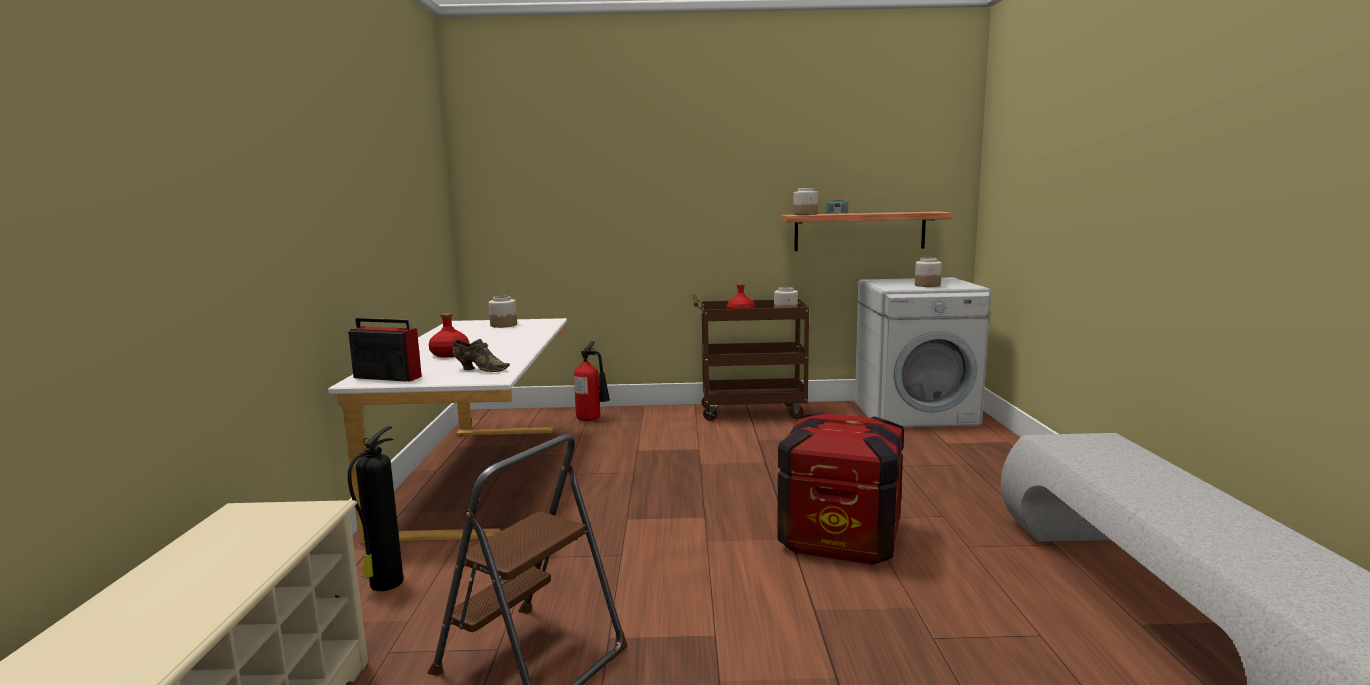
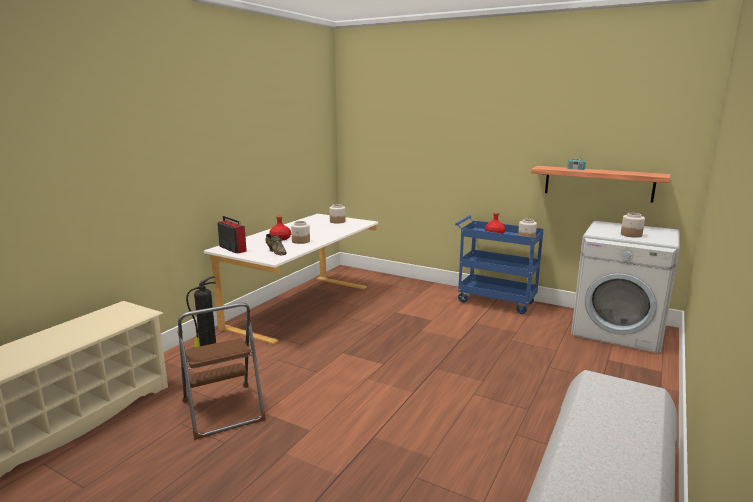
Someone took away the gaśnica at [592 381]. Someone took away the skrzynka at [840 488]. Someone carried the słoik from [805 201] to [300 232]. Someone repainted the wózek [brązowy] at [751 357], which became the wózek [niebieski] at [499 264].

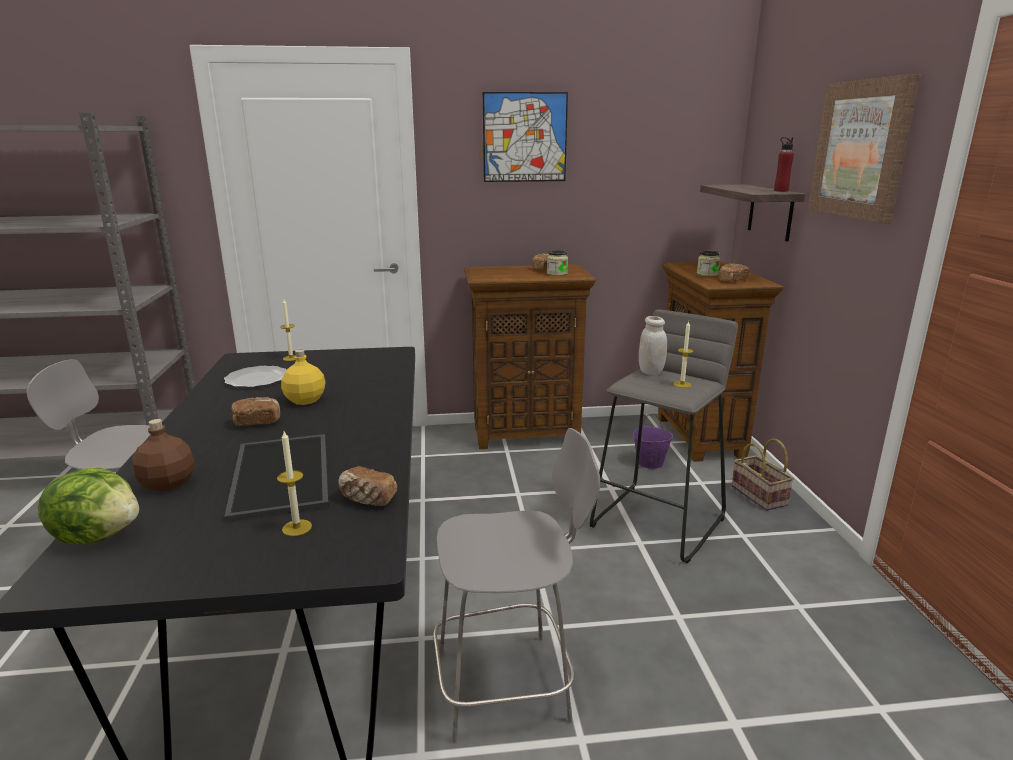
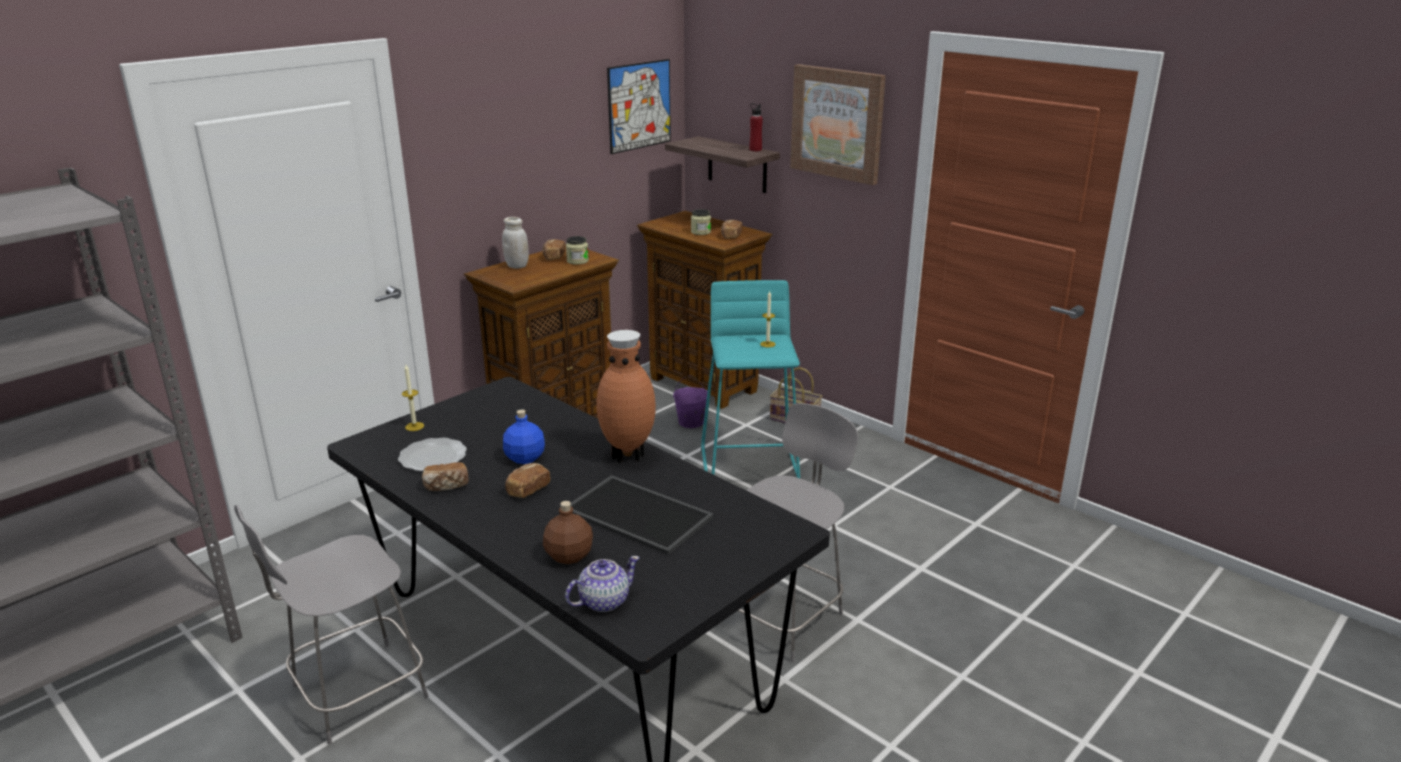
Someone took away the świeca at [294 483]. Someone put down the wazon [brązowy] at [626 396]. Someone carried the chleb from [367 486] to [445 476]. Someone carried the obraz from [525 137] to [639 106]. Someone carried the słoik [biały] from [653 345] to [515 242]. Someone swapped the sałata at [88 506] for the imbryk at [602 584]. Someone repainted the butelka [żółty] at [303 377], which became the butelka [niebieski] at [524 436]. Someone repainted the stołek [szary] at [664 436], which became the stołek [turkusowy] at [750 379].

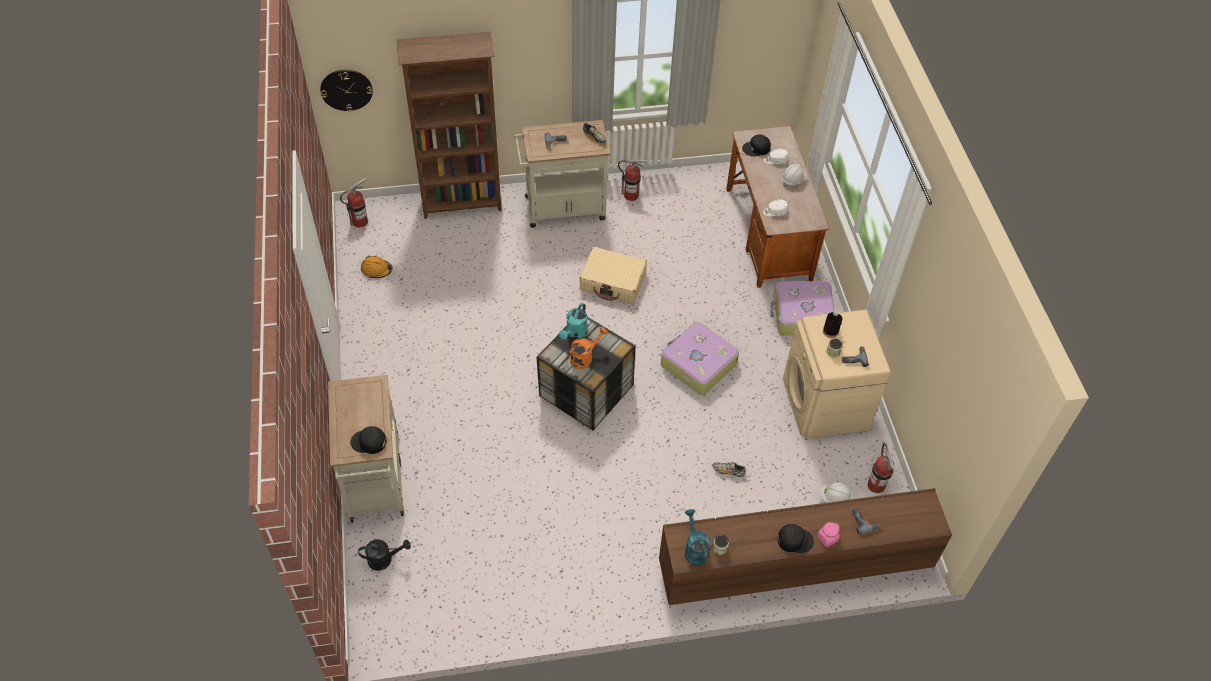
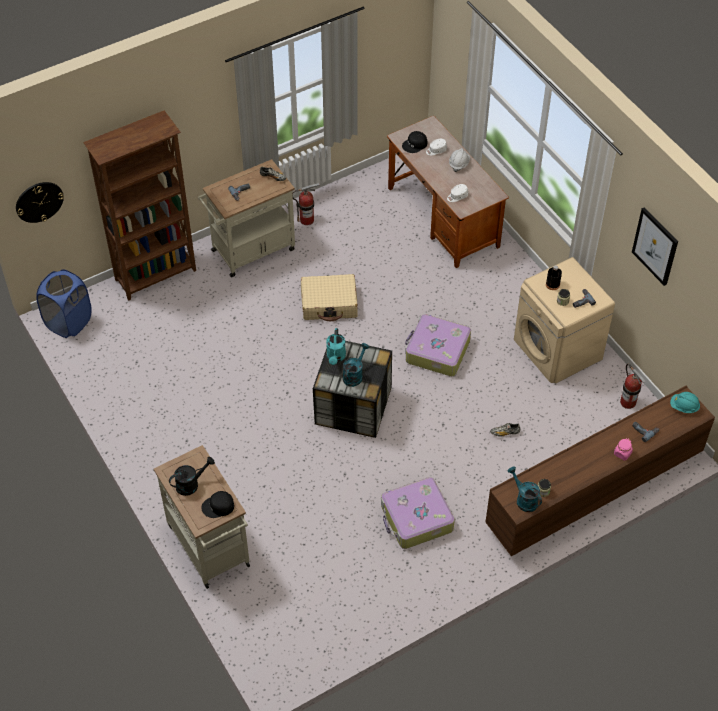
Someone took away the kask [pomarańczowy] at [377 267]. Someone took away the czapka z daszkiem [czarny] at [796 538]. Someone took away the kask [biały] at [836 492]. Someone put up the obraz at [655 246]. Someone put down the kask [turkusowy] at [685 402]. Someone carried the konewka [czarny] from [384 555] to [192 476]. Someone carried the walizka from [802 308] to [418 513]. Someone swapped the gaśnica at [354 202] for the kosz na pranie [niebieski] at [64 303]. Someone repainted the konewka [pomarańczowy] at [587 348], which became the konewka [turkusowy] at [356 365].

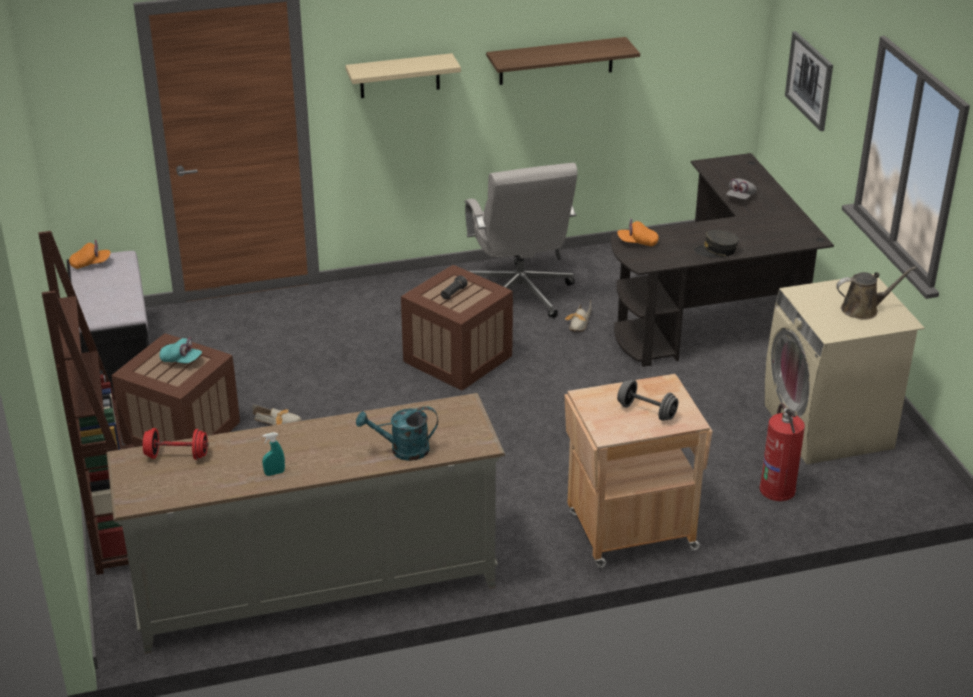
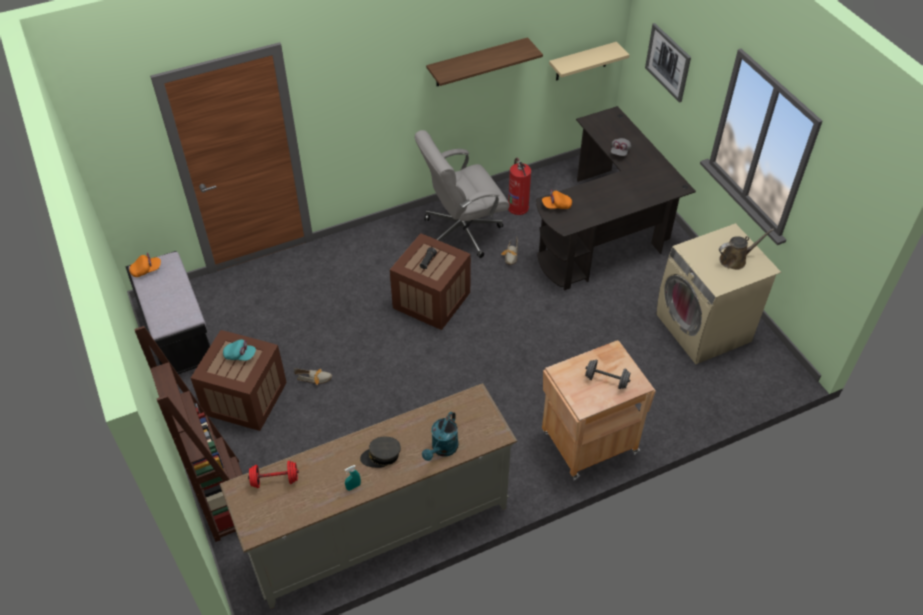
Someone carried the półka [beżowy] from [403 75] to [589 61]. Someone carried the czapka z daszkiem [szary] from [716 244] to [380 452]. Someone carried the gaśnica from [782 452] to [519 186]. Someone rotated the konewka [turkusowy] at [397 433] by 45 degrees counterclockwise. Someone rotated the krzesło biurowe [szary] at [521 240] by 90 degrees clockwise.

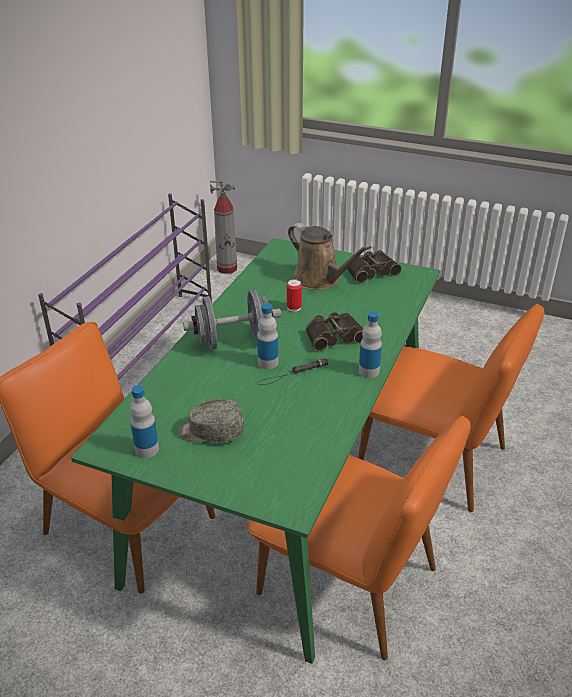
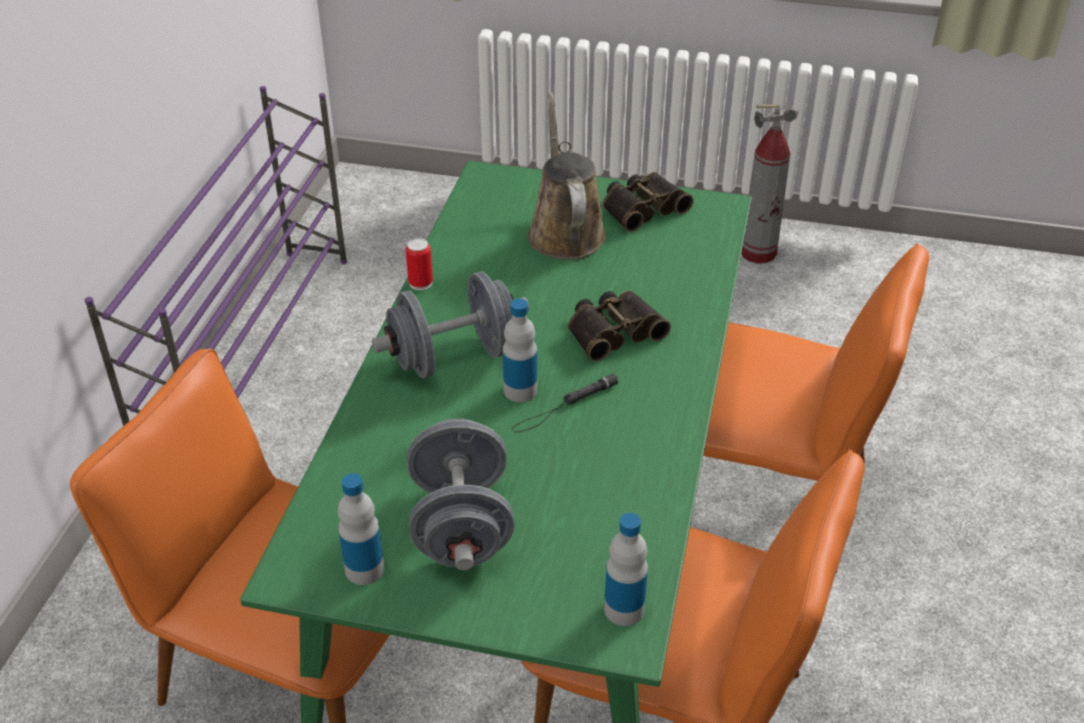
Someone carried the gaśnica from [223 227] to [770 184]. Someone carried the puszka from [294 295] to [419 264]. Someone carried the butelka from [370 344] to [626 569]. Someone swapped the czapka z daszkiem [szary] at [211 420] for the hantel [szary] at [460 494]. Someone rotated the konewka [brązowy] at [329 256] by 135 degrees counterclockwise.

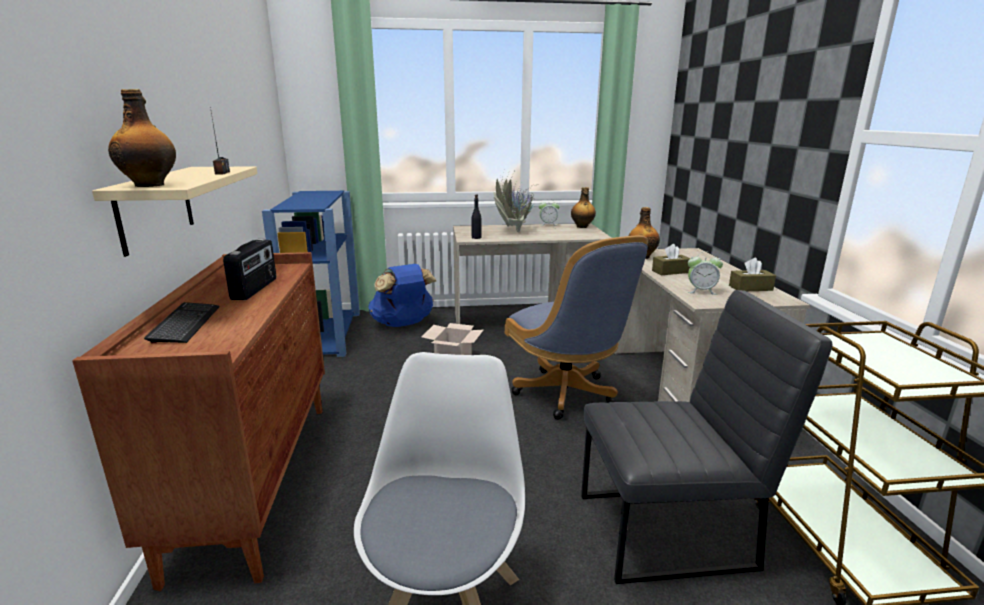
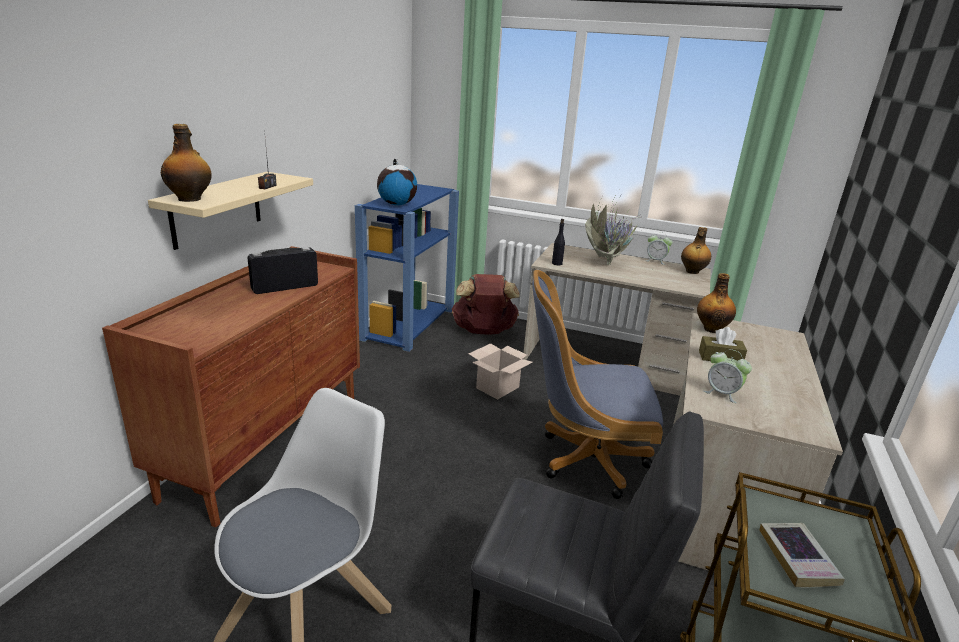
Someone took away the klawiatura at [182 322]. Someone took away the pudełko chusteczek [brązowy] at [752 274]. Someone put down the globus at [397 182]. Someone put down the książka at [802 555]. Someone repainted the plecak [niebieski] at [402 295], which became the plecak [brązowy] at [486 304]. Someone rotated the radio at [249 269] by 150 degrees counterclockwise. Someone rotated the krzesło biurowe [niebieski] at [576 328] by 90 degrees clockwise.

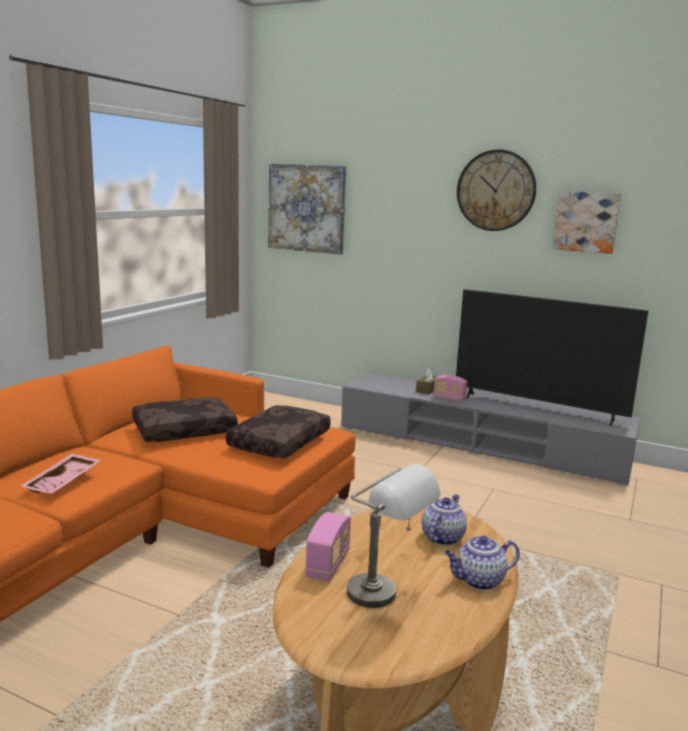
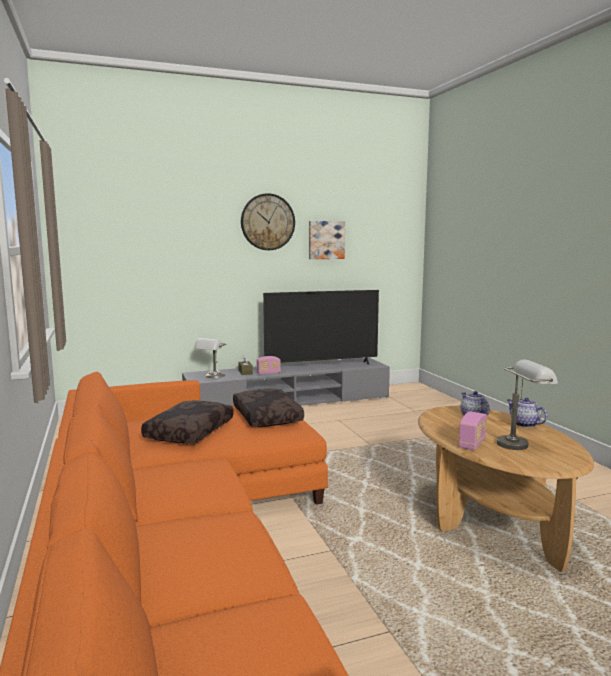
Someone took away the taca [różowy] at [60 474]. Someone took away the obraz at [307 209]. Someone put down the lampa stołowa [biały] at [210 358]. Someone rotated the radio at [328 546] by 60 degrees clockwise. Someone rotated the imbryk at [482 563] by 120 degrees clockwise.

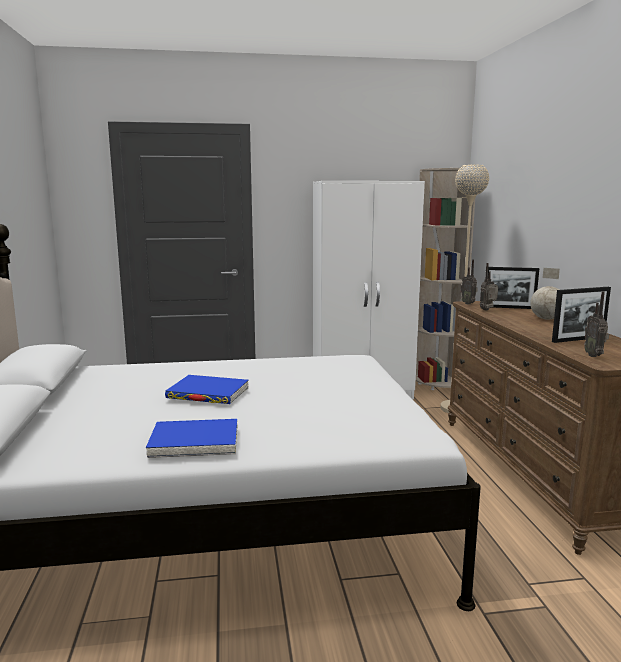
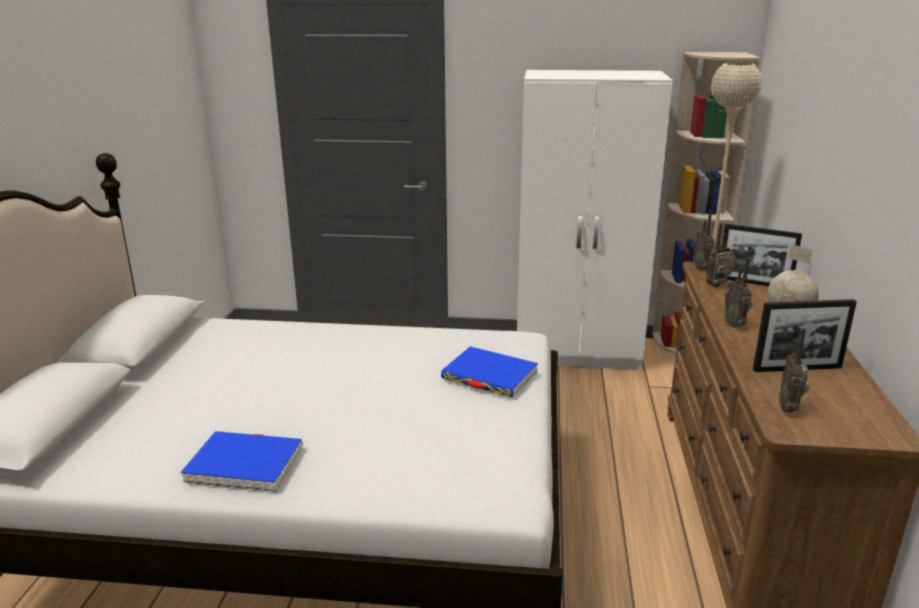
Someone put down the radio at [738 292]. Someone carried the książka [niebieski] from [207 389] to [489 371].

